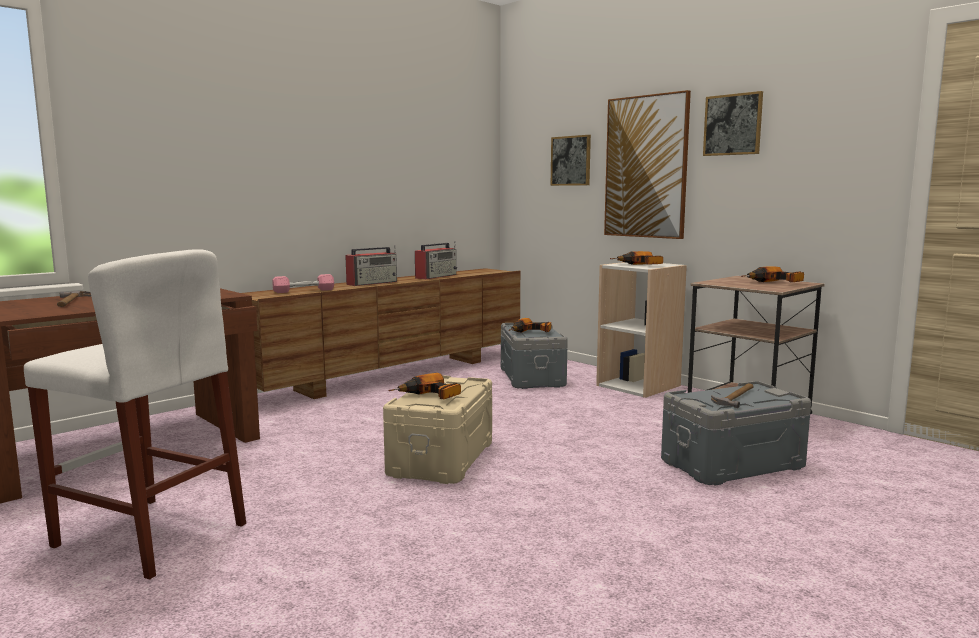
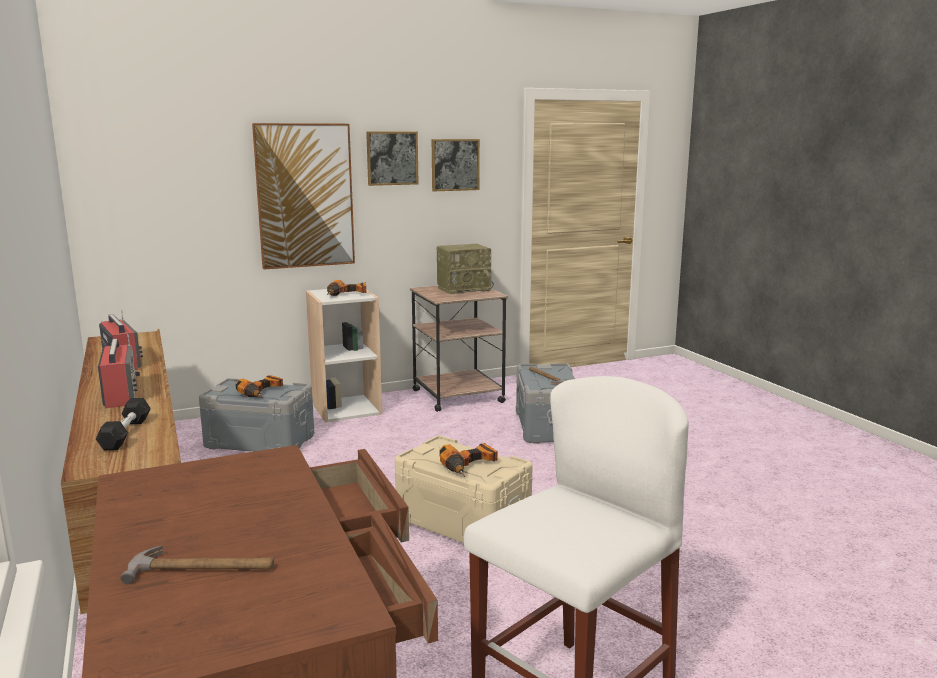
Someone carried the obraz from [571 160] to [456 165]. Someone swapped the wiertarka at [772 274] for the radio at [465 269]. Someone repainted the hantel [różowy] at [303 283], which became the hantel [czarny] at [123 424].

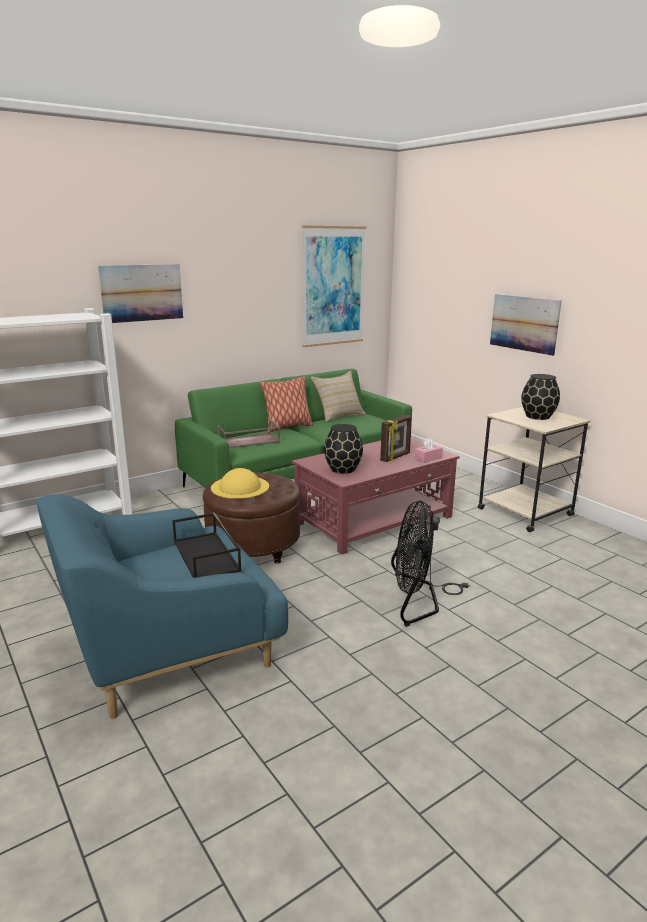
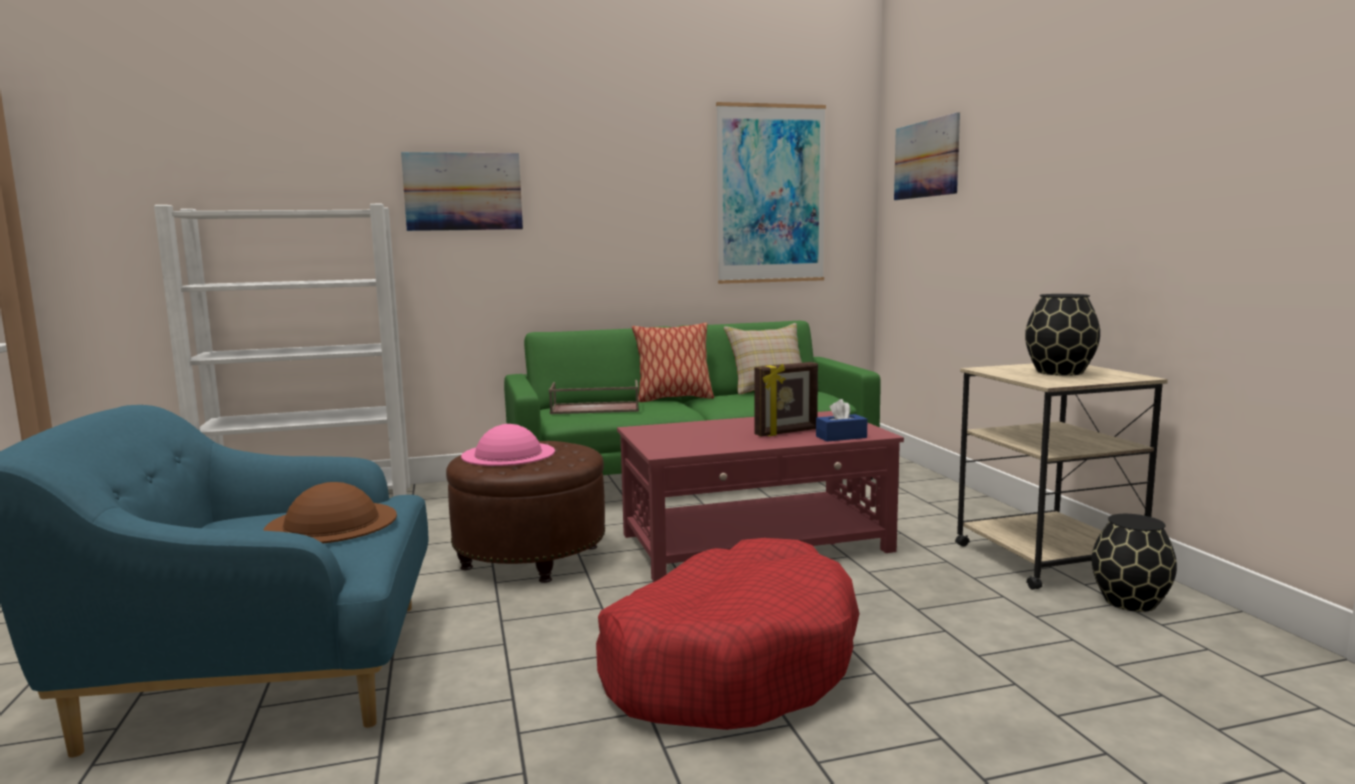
Someone carried the wazon [czarny] from [343 449] to [1134 563]. Someone carried the obraz from [526 325] to [927 156]. Someone swapped the taca [czarny] at [206 545] for the kapelusz [brązowy] at [330 512]. Someone swapped the wentylator [czarny] at [430 563] for the legowisko [czerwony] at [728 634]. Someone repainted the kapelusz [żółty] at [240 483], which became the kapelusz [różowy] at [508 445]. Someone repainted the pudełko chusteczek [różowy] at [428 450], which became the pudełko chusteczek [niebieski] at [841 420].

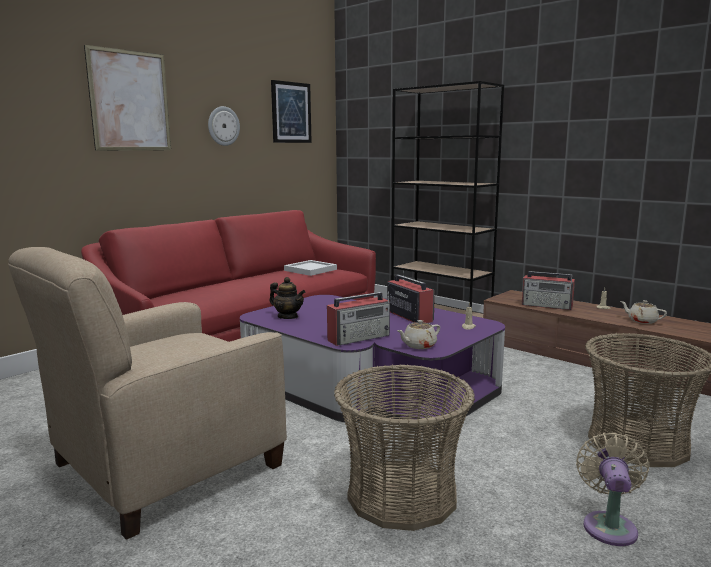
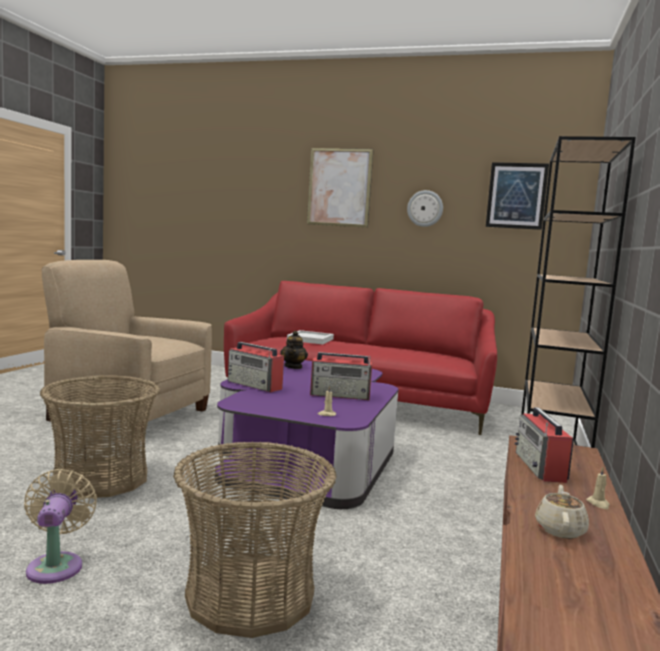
Someone took away the imbryk [beżowy] at [418 334]. Someone carried the taca [biały] from [310 268] to [310 337]. Someone rotated the radio at [411 297] by 60 degrees clockwise. Someone rotated the wentylator [beżowy] at [613 489] by 90 degrees counterclockwise.

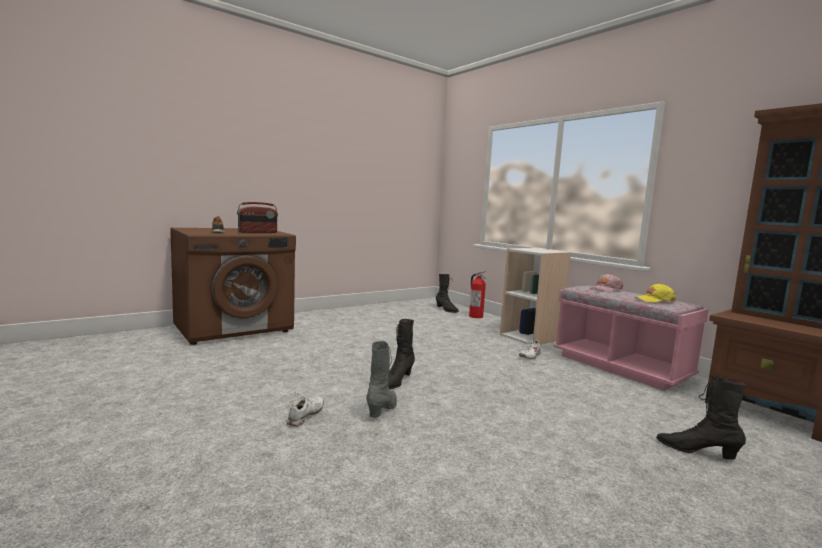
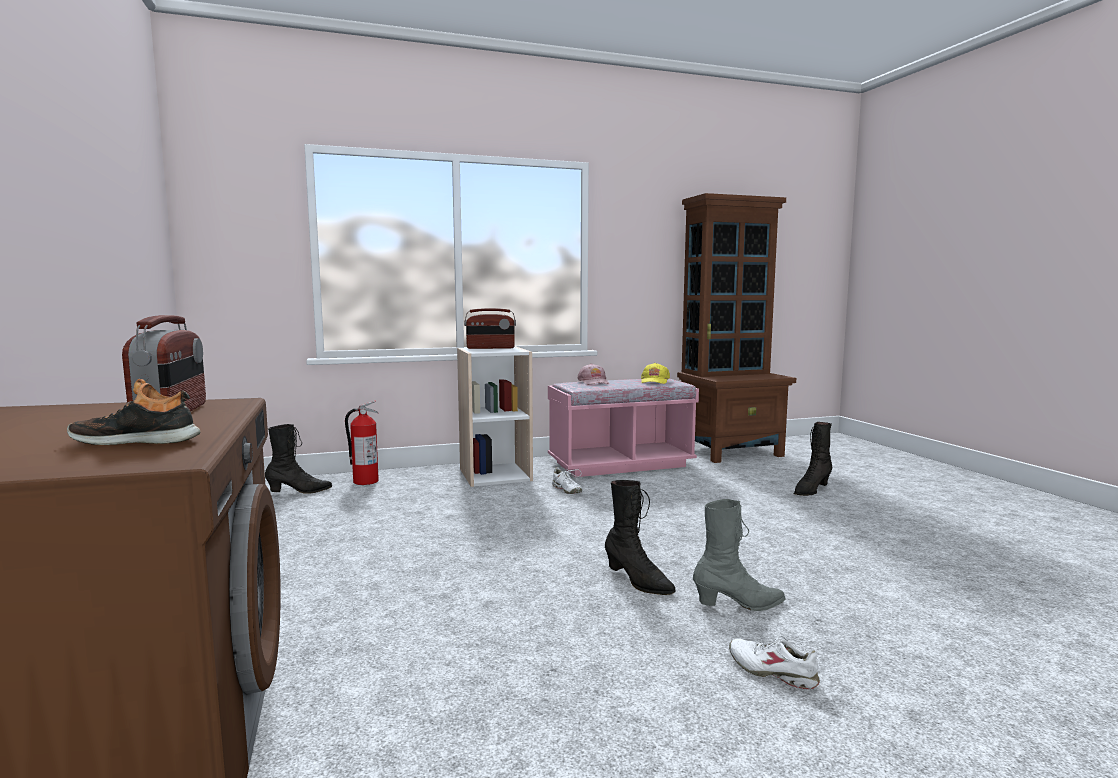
Someone put down the radio at [490 328]. Someone rotated the but z cholewką [szary] at [381 379] by 135 degrees clockwise.

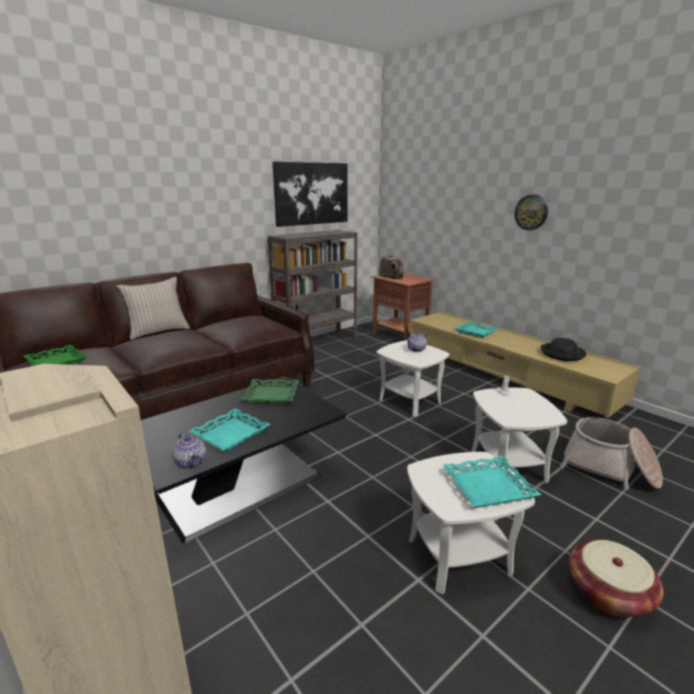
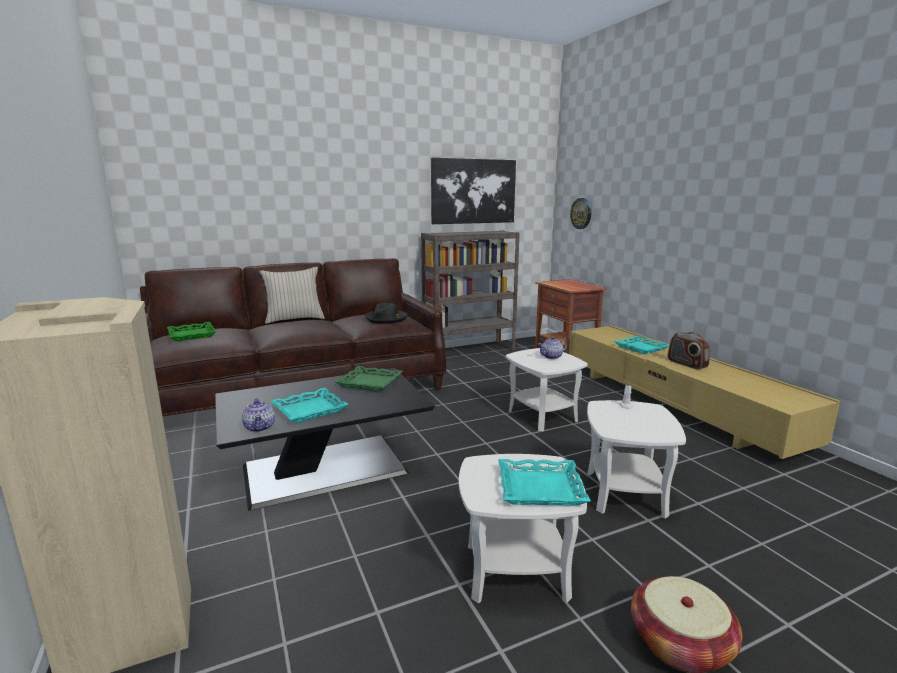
Someone took away the koszyk at [611 453]. Someone carried the radio from [391 267] to [689 350]. Someone carried the zegar ścienny from [531 213] to [581 213]. Someone carried the kapelusz [czarny] from [563 349] to [386 313].

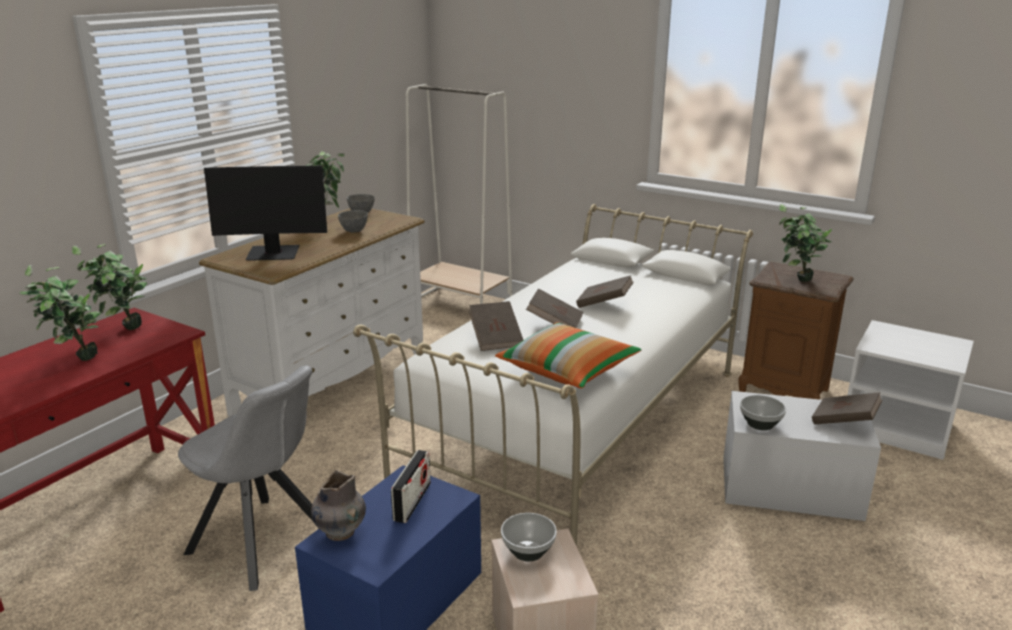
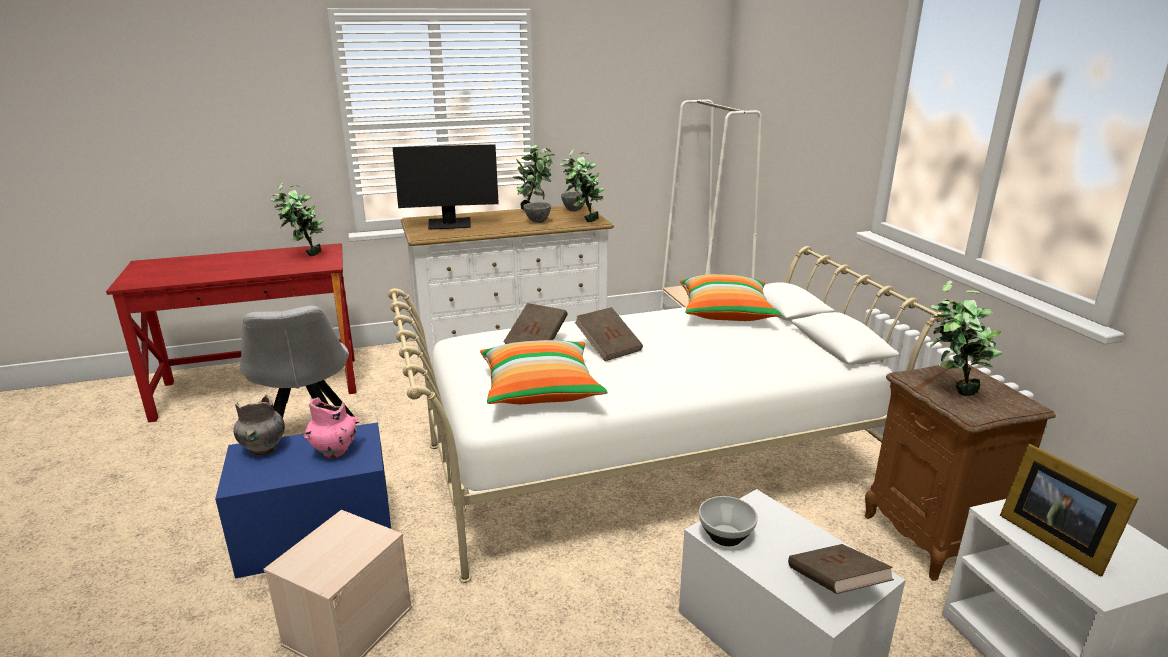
Someone took away the miska at [529 537]. Someone took away the książka [brązowy] at [605 291]. Someone put down the poduszka at [731 297]. Someone put down the ramka na zdjęcie at [1069 510]. Someone carried the roślina doniczkowa from [60 313] to [582 185]. Someone swapped the radio at [411 486] for the wazon [różowy] at [332 427]. Someone rotated the monitor at [265 213] by 45 degrees counterclockwise.

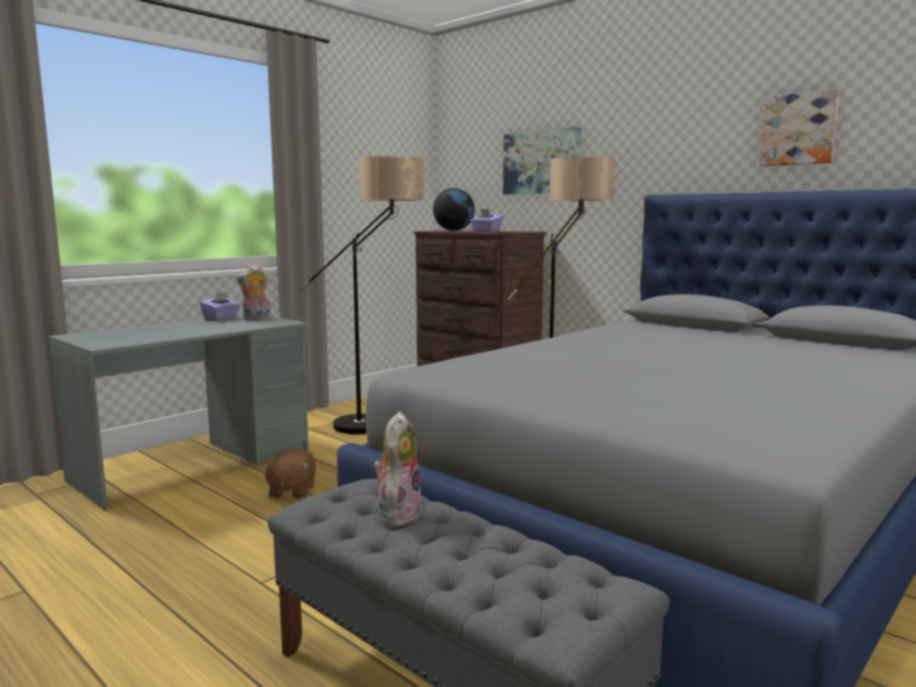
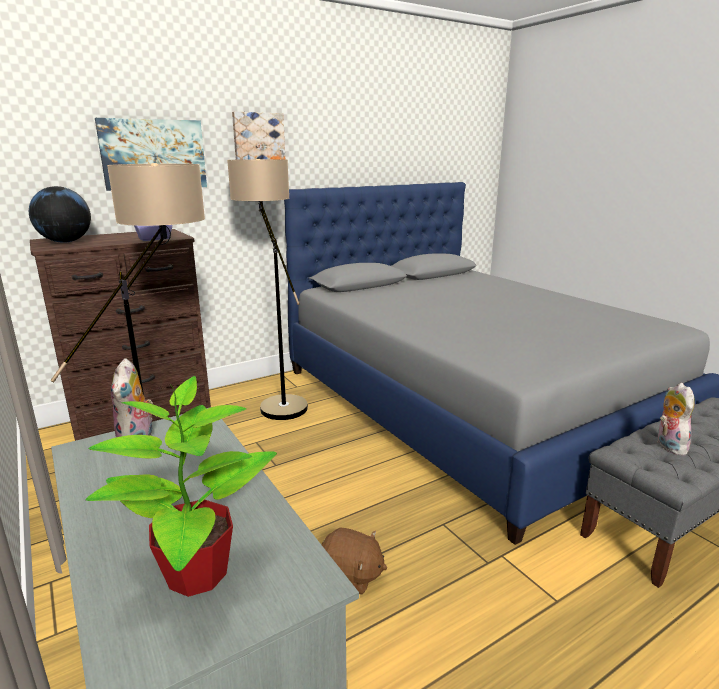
Someone took away the pudełko chusteczek [fioletowy] at [220 306]. Someone put down the roślina doniczkowa at [181 486]. Someone carried the obraz from [799 127] to [258 136]. Someone rotated the pluszak at [397 469] by 60 degrees clockwise.

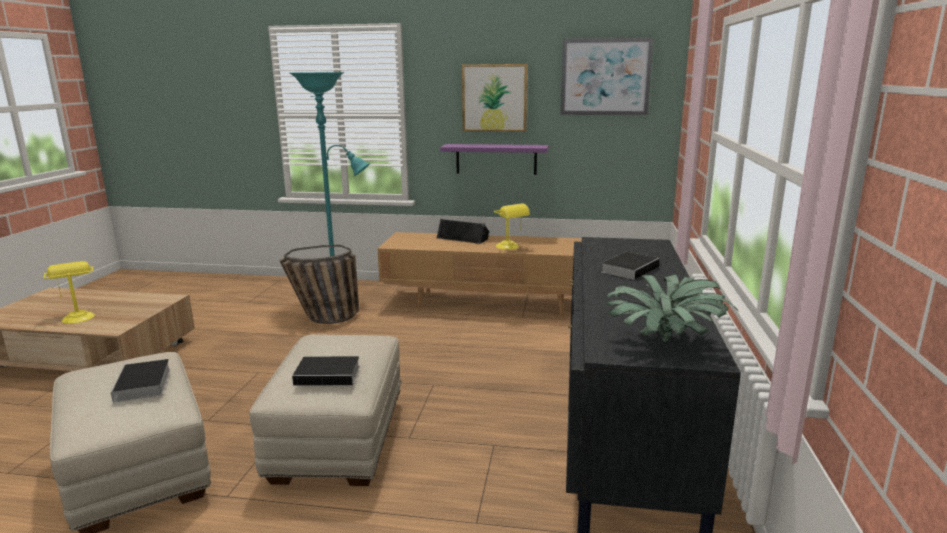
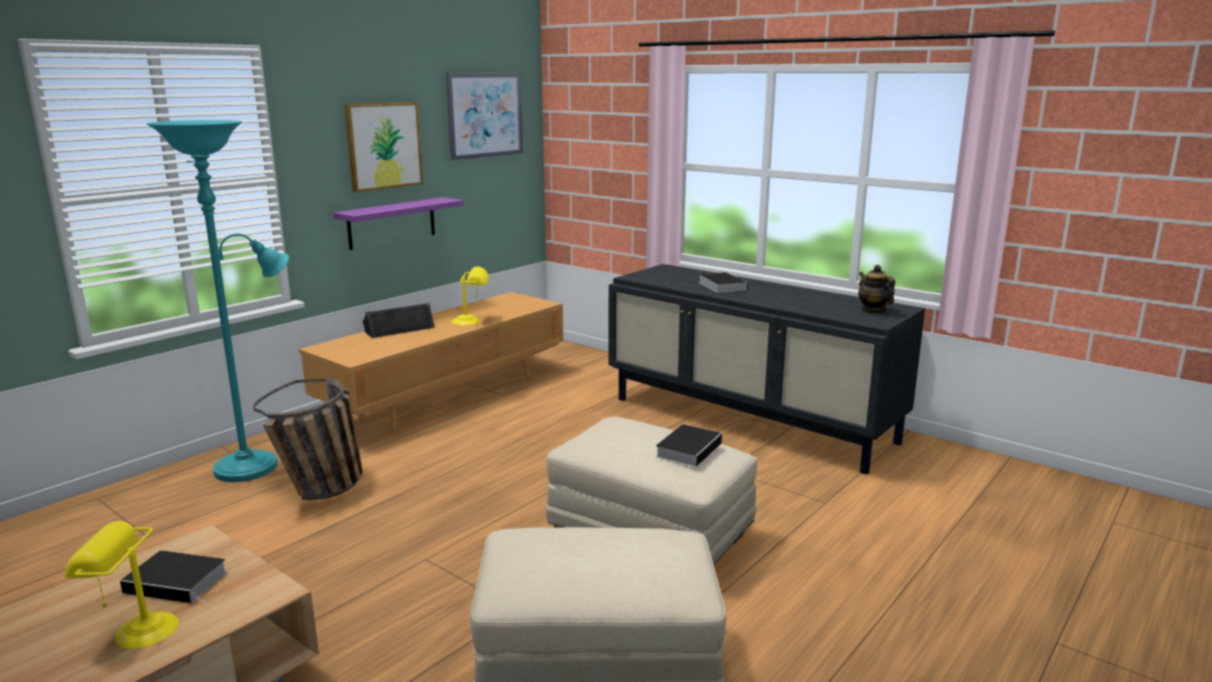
Someone carried the książka from [140 383] to [173 576]. Someone swapped the roślina doniczkowa at [671 308] for the imbryk at [876 289].

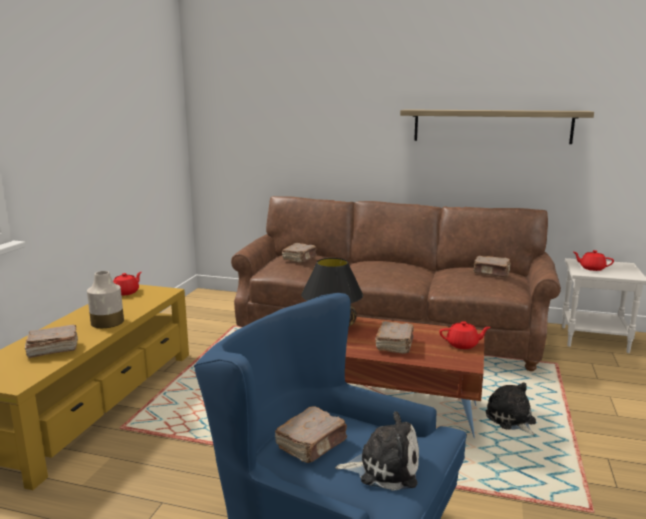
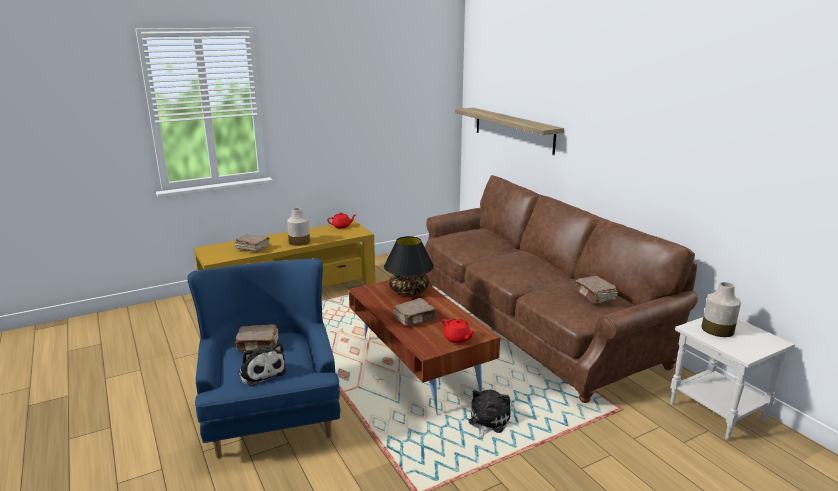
Someone took away the książka [brązowy] at [299 253]. Someone carried the półka from [497 126] to [509 131]. Someone swapped the imbryk [czerwony] at [594 260] for the wazon [beżowy] at [721 309].

